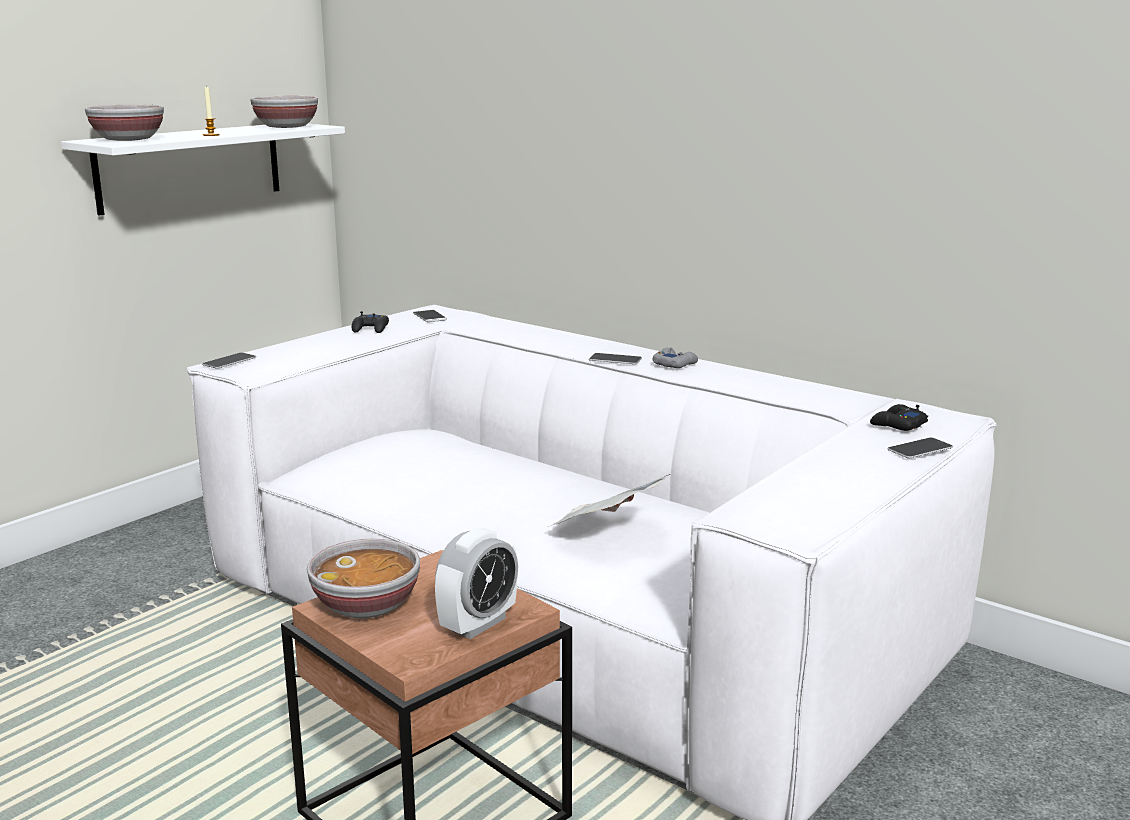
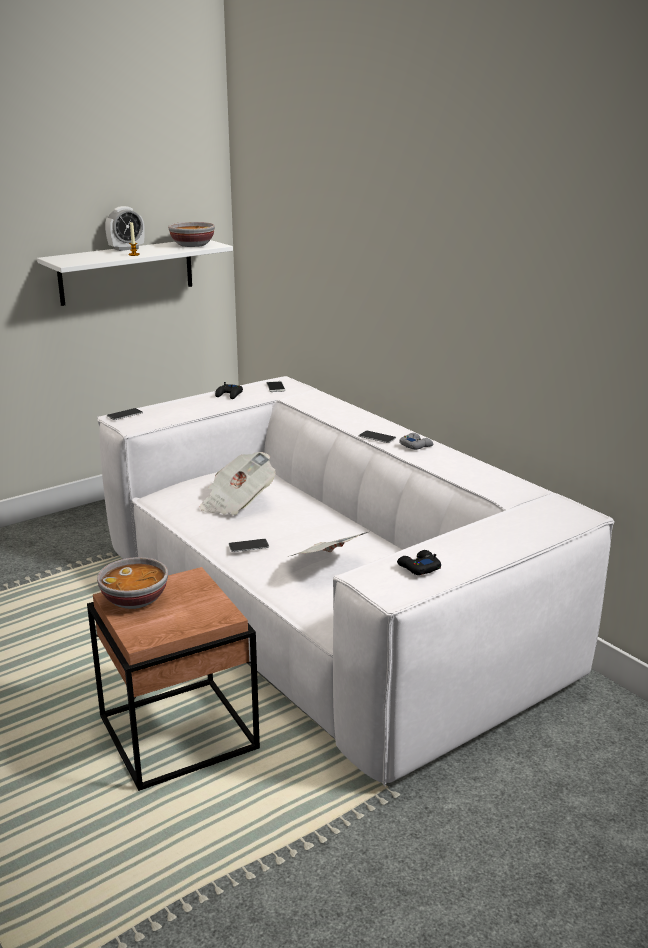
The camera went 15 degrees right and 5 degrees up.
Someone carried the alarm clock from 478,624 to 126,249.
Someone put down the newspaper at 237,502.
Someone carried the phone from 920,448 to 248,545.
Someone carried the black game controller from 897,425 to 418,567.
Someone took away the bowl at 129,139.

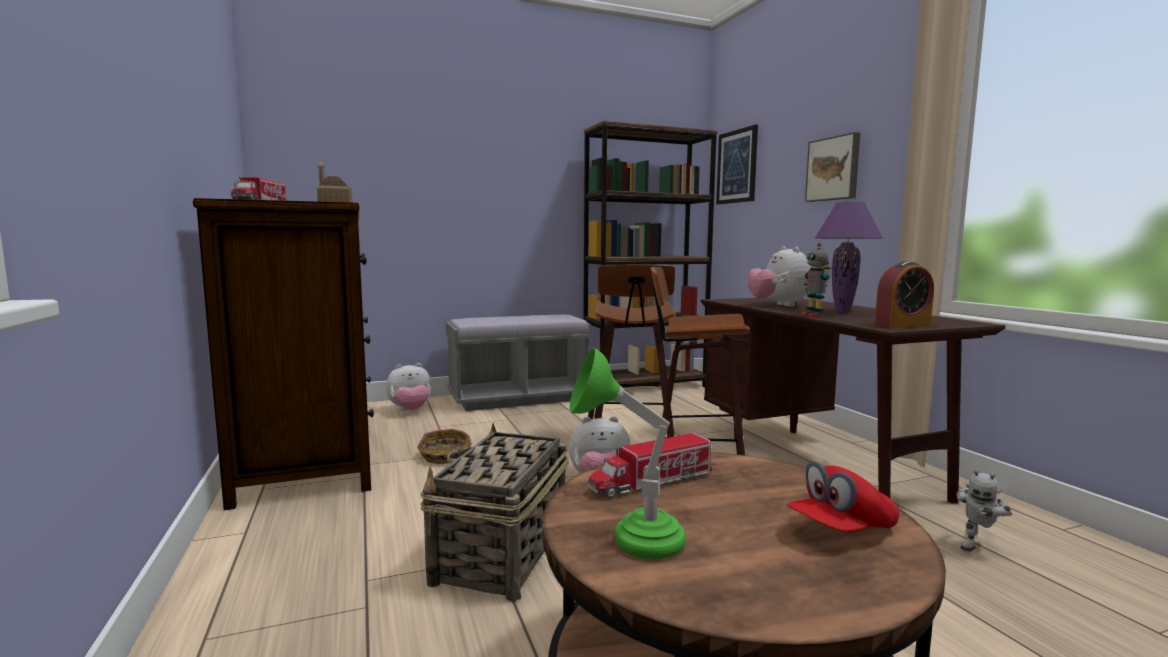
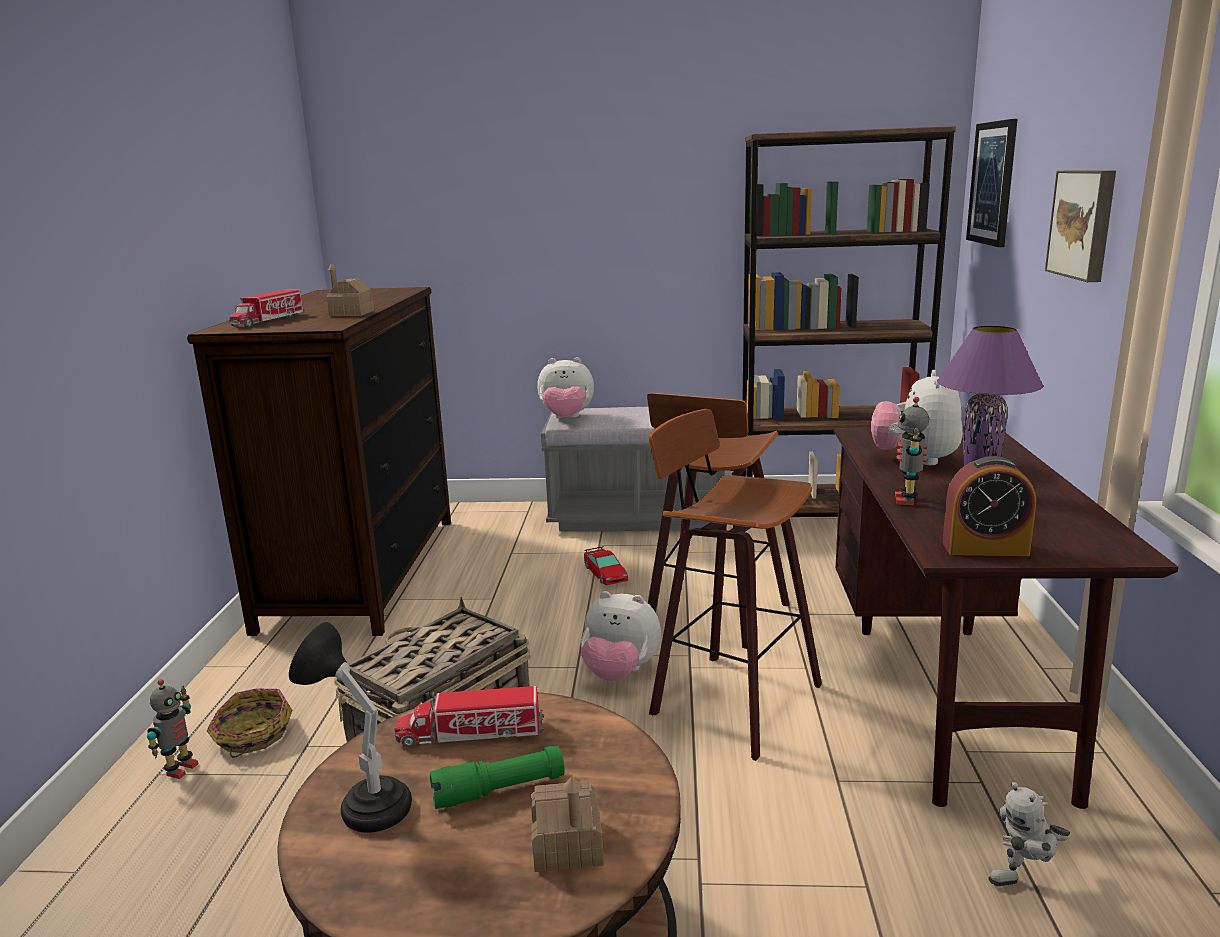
The camera went 25 degrees right and 10 degrees up.
Someone put down the toy robot at 180,769.
Someone carried the basket from 444,457 to 252,735.
Someone repainted the green table lamp at 627,540, which became the black table lamp at 363,802.
Someone put down the green flashlight at 499,790.
Someone swapped the red cap at 841,529 for the toy house at 567,845.
Someone carried the plush toy from 410,411 to 566,419.
Someone put down the toy car at 605,573.

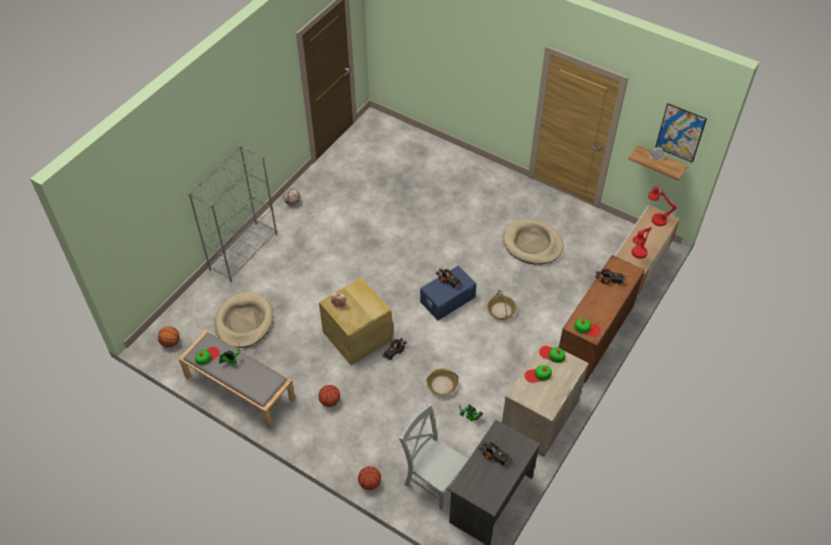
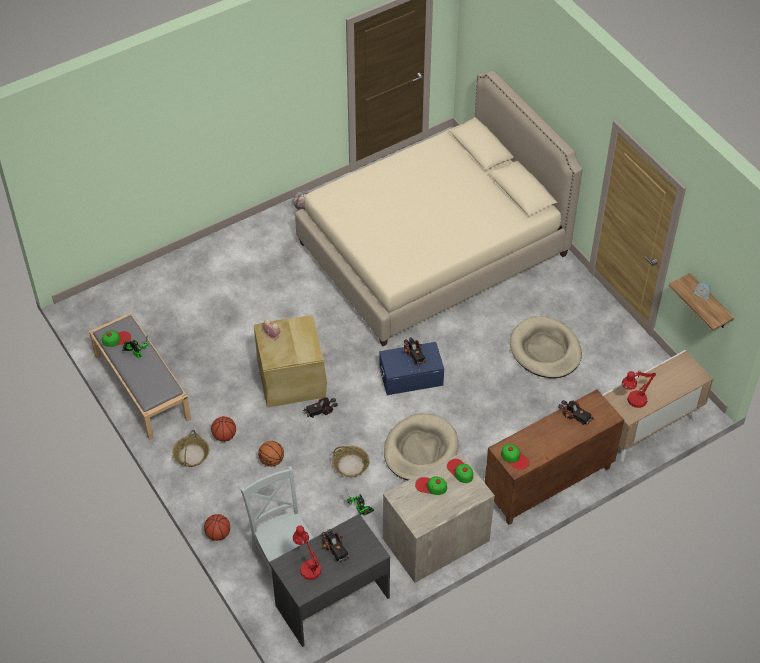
The camera went 25 degrees right and 0 degrees up.
Someone carried the basket from 501,310 to 191,455.
Someone carried the basketball from 170,343 to 271,460.
Someone carried the red table lamp from 655,219 to 308,566.
Someone put down the beige bed at 432,249.
Someone carried the beige dog bed from 244,322 to 420,450.
Someone took away the grey bookcase at 244,251.
Someone took away the picture at 680,133.

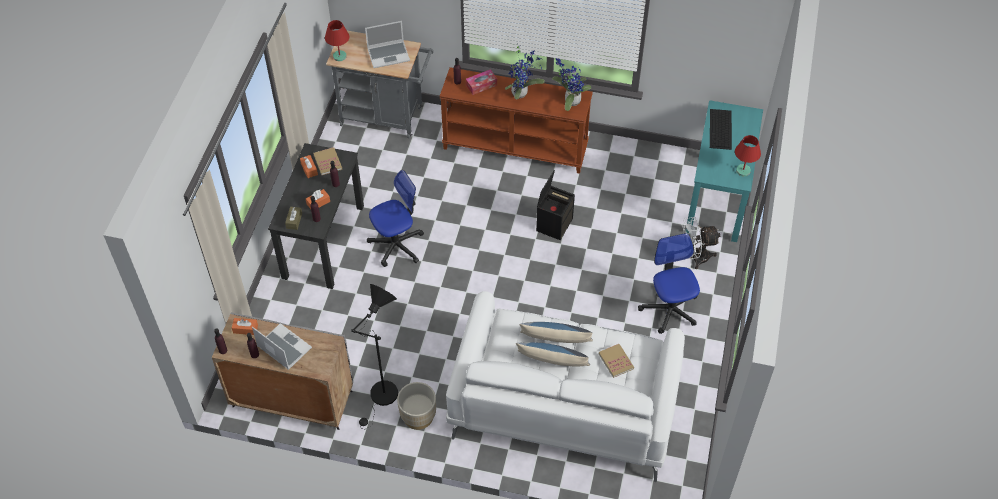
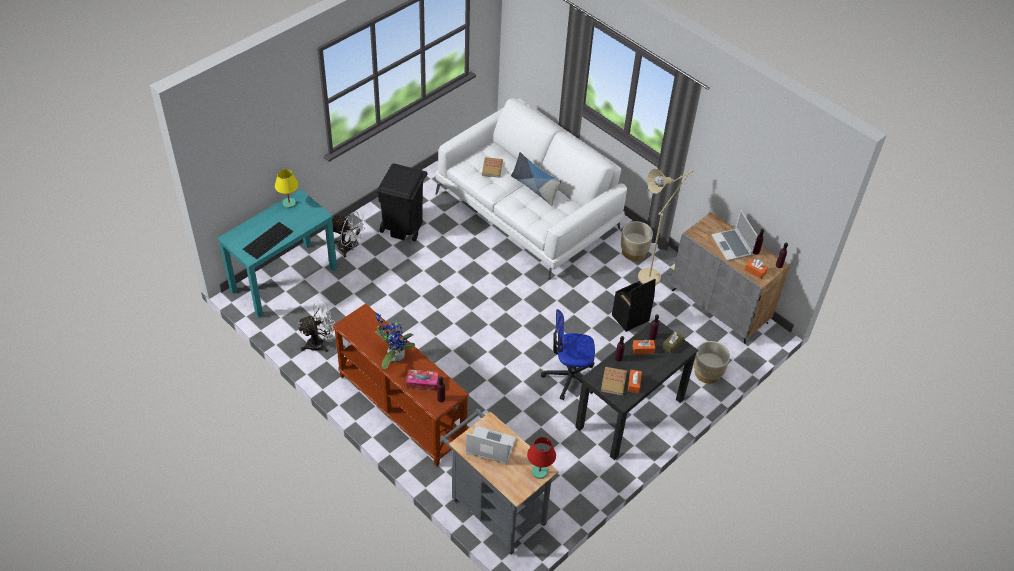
The camera went 150 degrees left and 5 degrees down.
Someone repainted the red table lamp at 743,171, which became the yellow table lamp at 289,203.
Someone put down the white fan at 320,343.
Someone swapped the office chair at 669,309 for the black trash can at 403,227.
Someone carried the black storage box from 554,224 to 630,318.
Someone repainted the black floor lamp at 382,398, which became the beige floor lamp at 652,275.
Someone put down the beige planter at 707,373.
Someone took away the pillow at 555,341.
Someone took away the potted plant at 570,100.

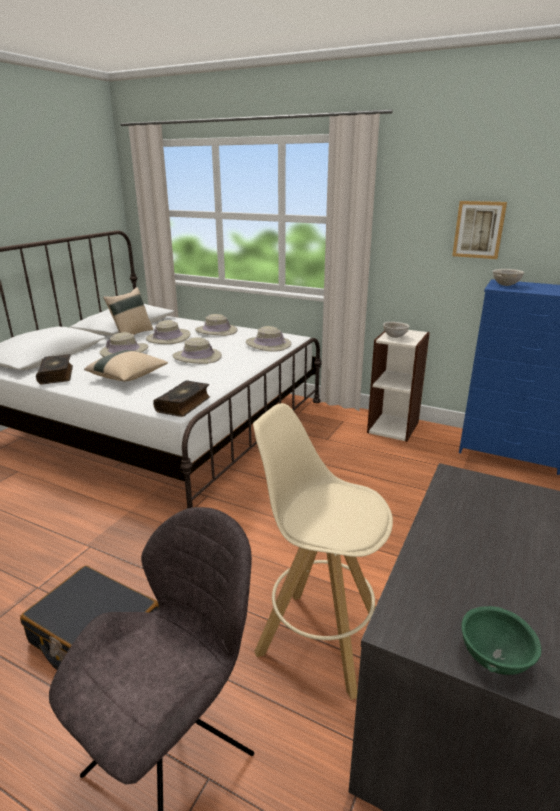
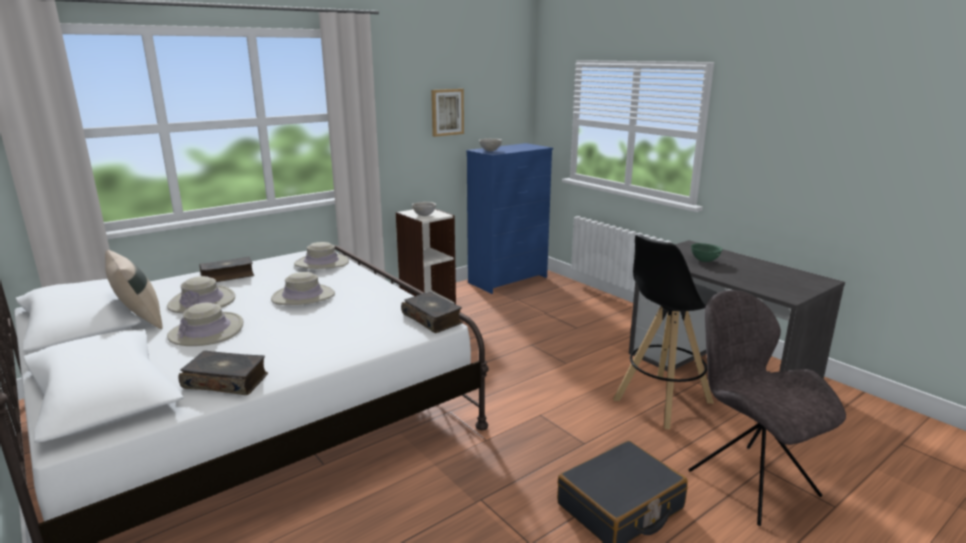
The camera went 65 degrees left and 5 degrees down.
Someone swapped the beige hat at 216,331 for the book at 228,276.
Someone repainted the beige stool at 319,639, which became the black stool at 661,401.
Someone carried the green bowl from 495,660 to 704,261.
Someone took away the beige pillow at 128,377.

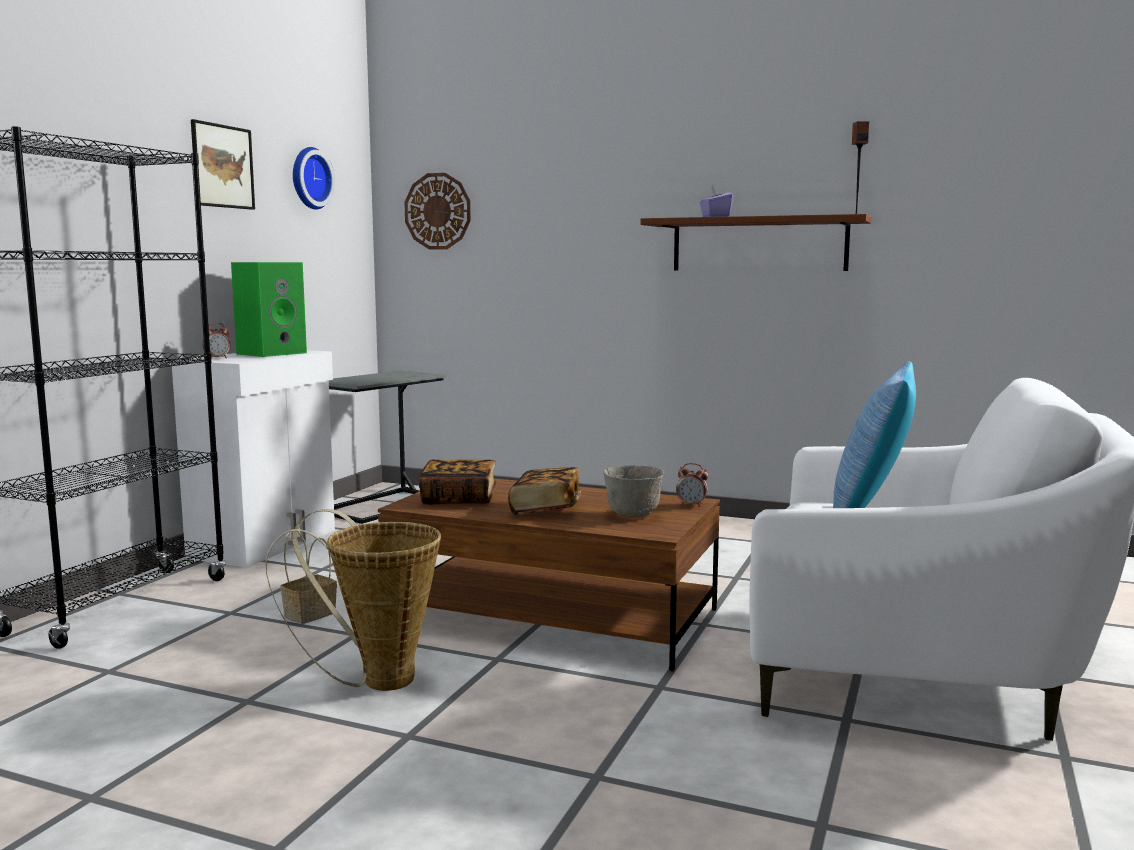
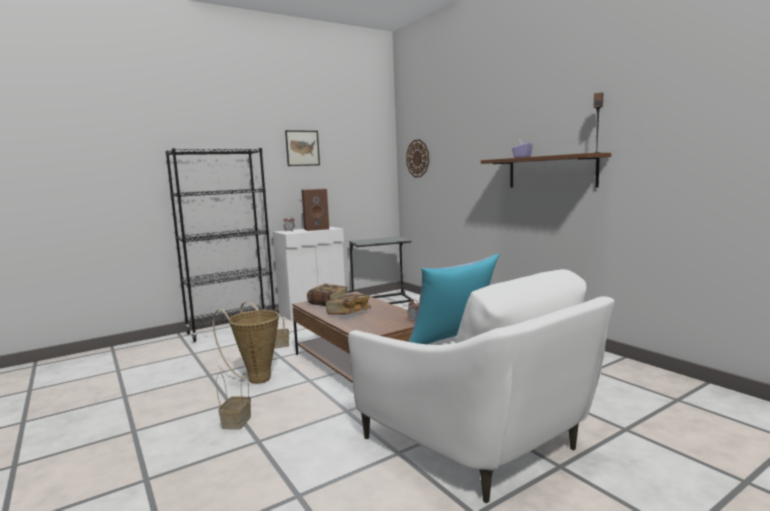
The camera went 35 degrees right and 0 degrees up.
Someone put down the basket at 236,421.
Someone repainted the green speaker at 272,353, which became the brown speaker at 317,229.
Someone took away the wall clock at 308,178.
Someone took away the grey bowl at 634,515.

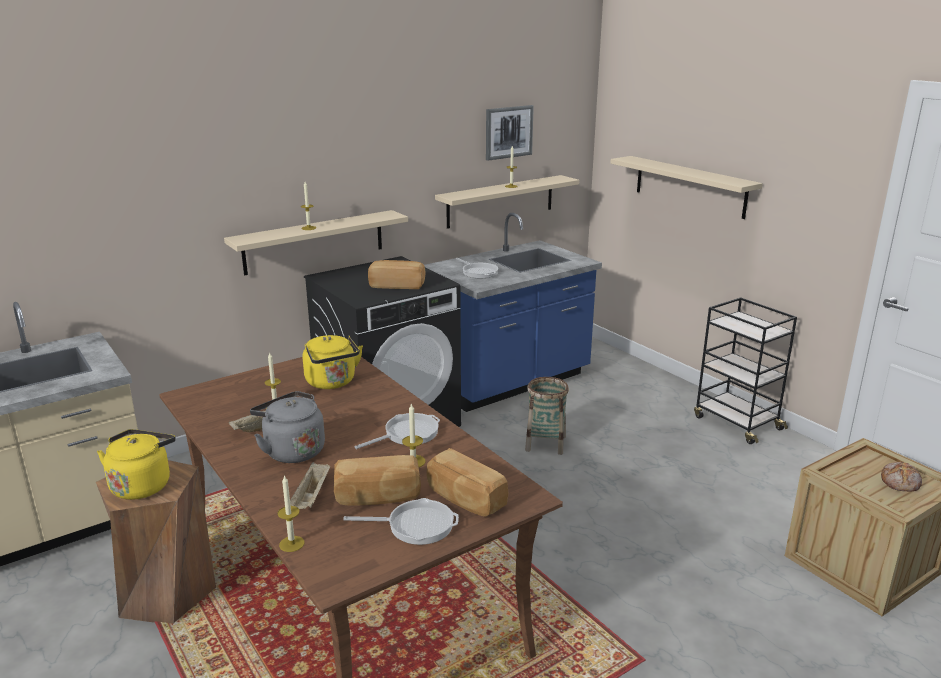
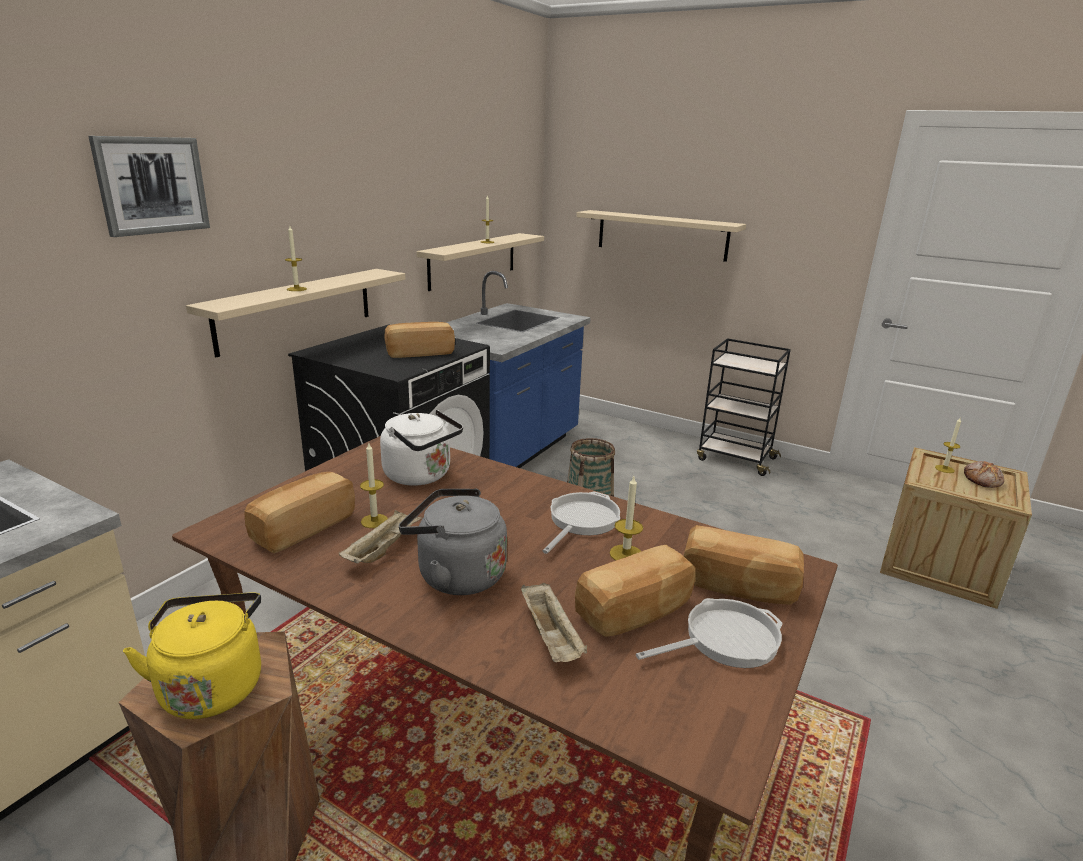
The camera went 25 degrees left and 0 degrees up.
Someone carried the picture from 508,132 to 152,185.
Someone put down the bread at 302,527.
Someone repainted the yellow kettle at 332,383, which became the white kettle at 421,476.
Someone carried the candle from 291,544 to 944,469.
Someone took away the frying pan at 478,272.

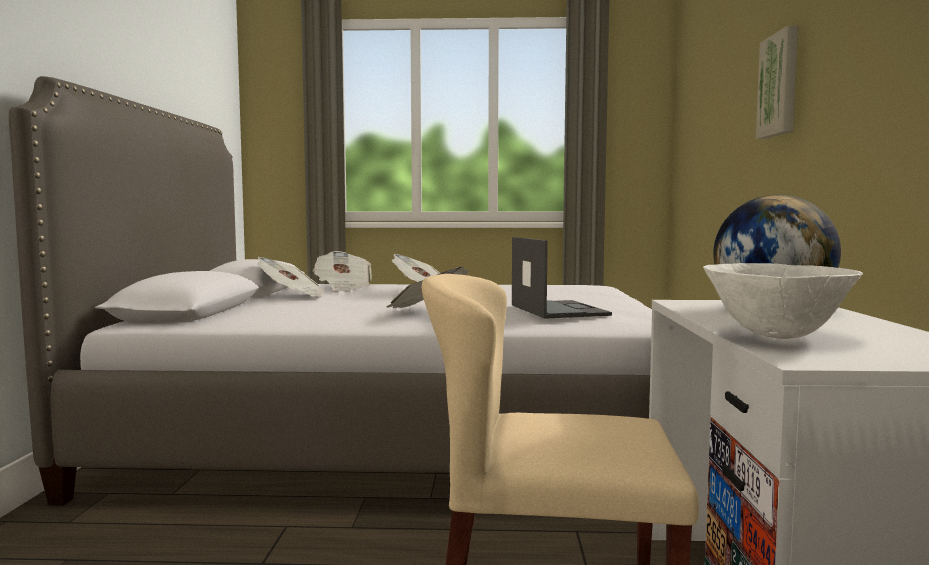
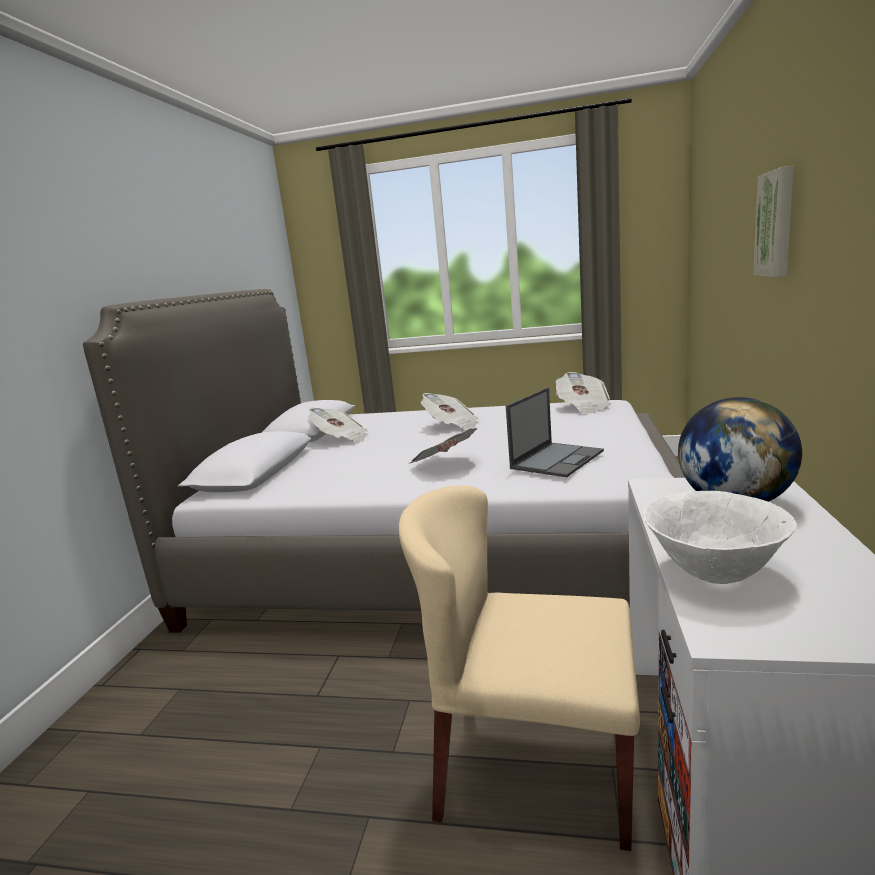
The camera went 10 degrees right and 10 degrees up.
Someone rotated the laptop at 557,310 by 45 degrees clockwise.
Someone carried the newspaper from 343,288 to 583,407.

